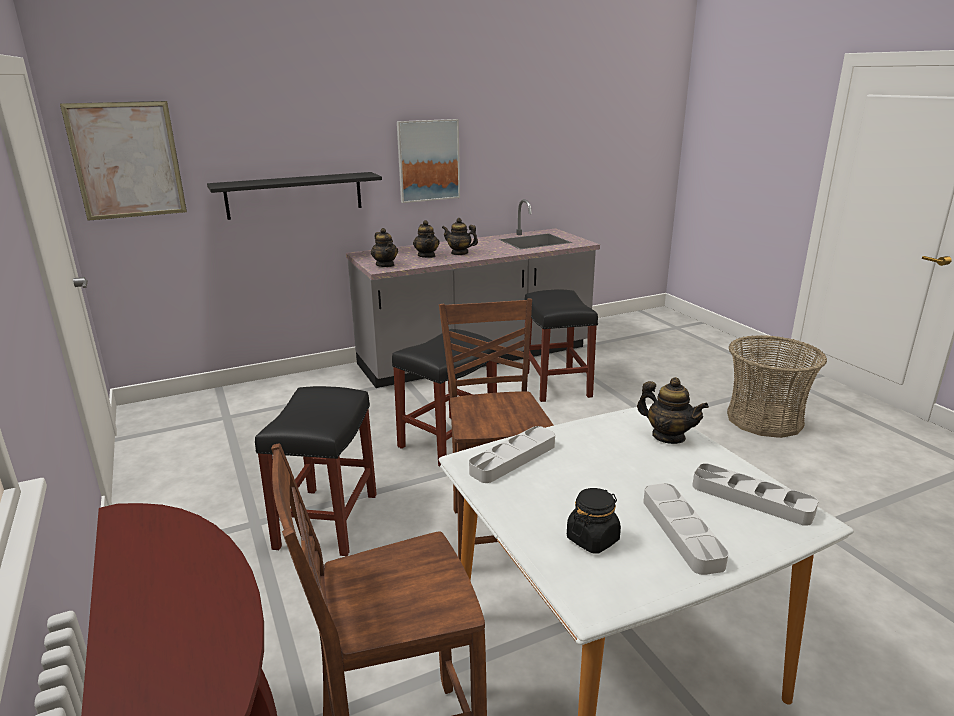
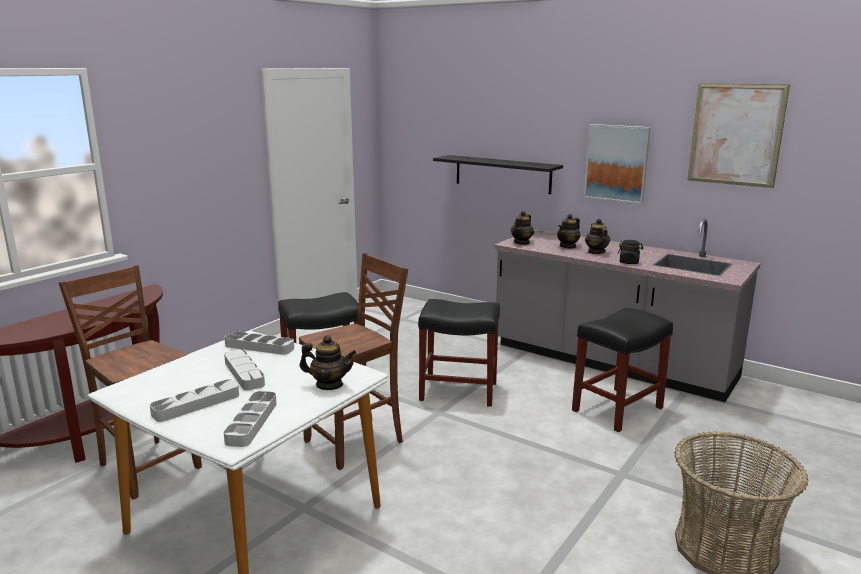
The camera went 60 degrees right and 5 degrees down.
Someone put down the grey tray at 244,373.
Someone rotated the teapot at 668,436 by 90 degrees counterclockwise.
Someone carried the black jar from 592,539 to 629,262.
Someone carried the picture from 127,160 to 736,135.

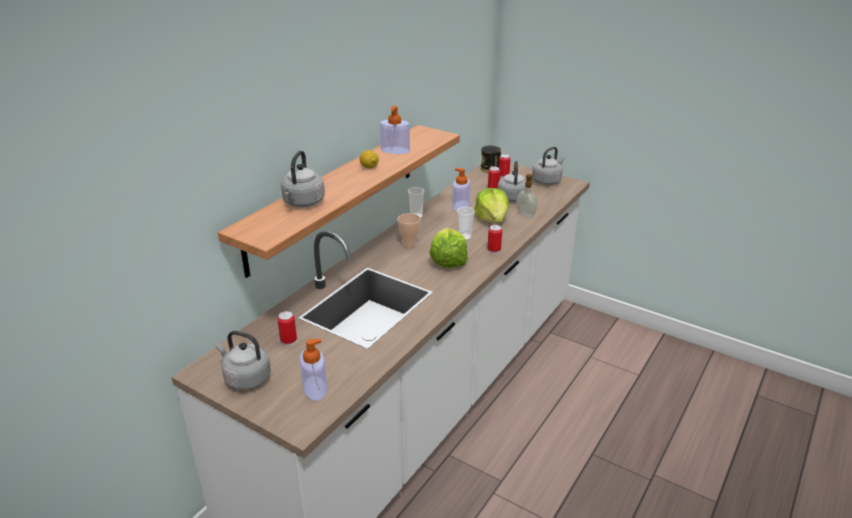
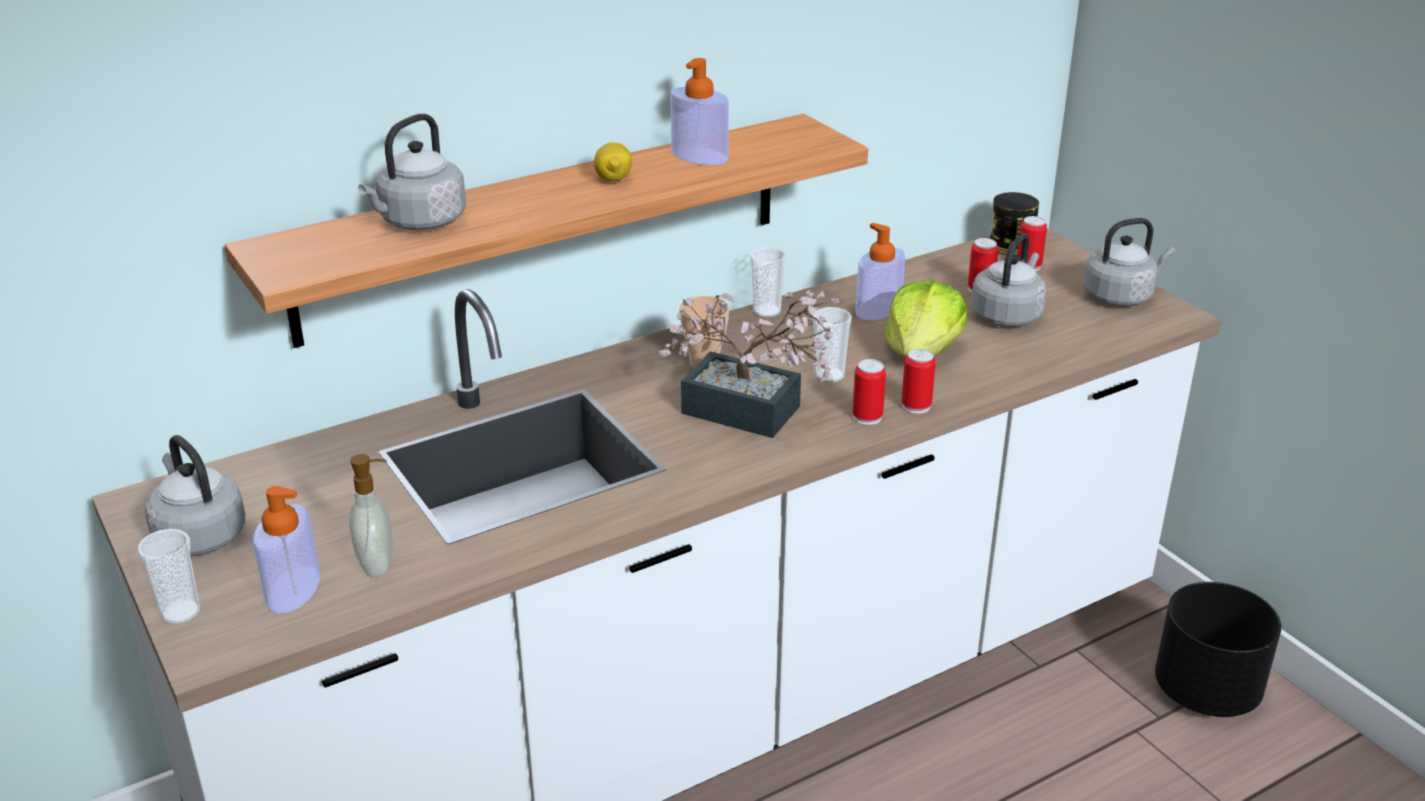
The camera went 25 degrees right and 0 degrees up.
Someone put down the cup at 181,612.
Someone carried the soap dispenser from 526,215 to 378,564.
Someone swapped the lettuce at 448,260 for the potted plant at 753,414.
Someone carried the can from 288,341 to 916,406.
Someone put down the black planter at 1206,692.

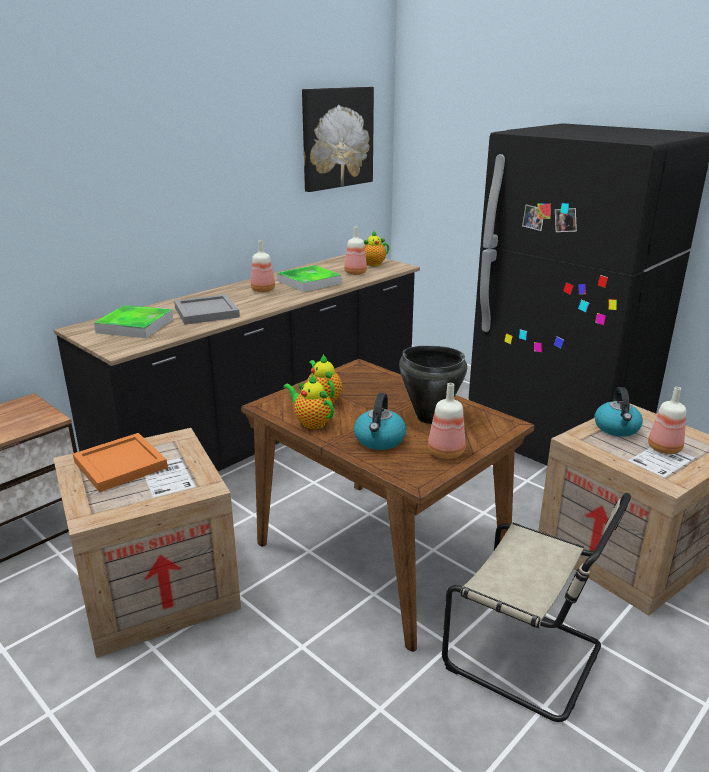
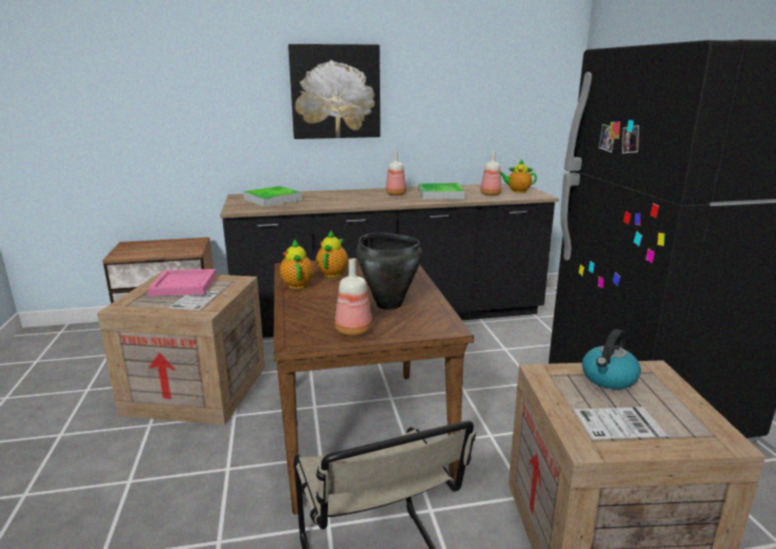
The camera went 35 degrees right and 5 degrees down.
Someone repainted the orange tray at 122,465, which became the pink tray at 184,285.
Someone carried the picture from 337,138 to 335,92.
Someone took away the grey tray at 205,312.
Someone took away the kettle at 379,440.
Someone took away the bottle at 665,449.

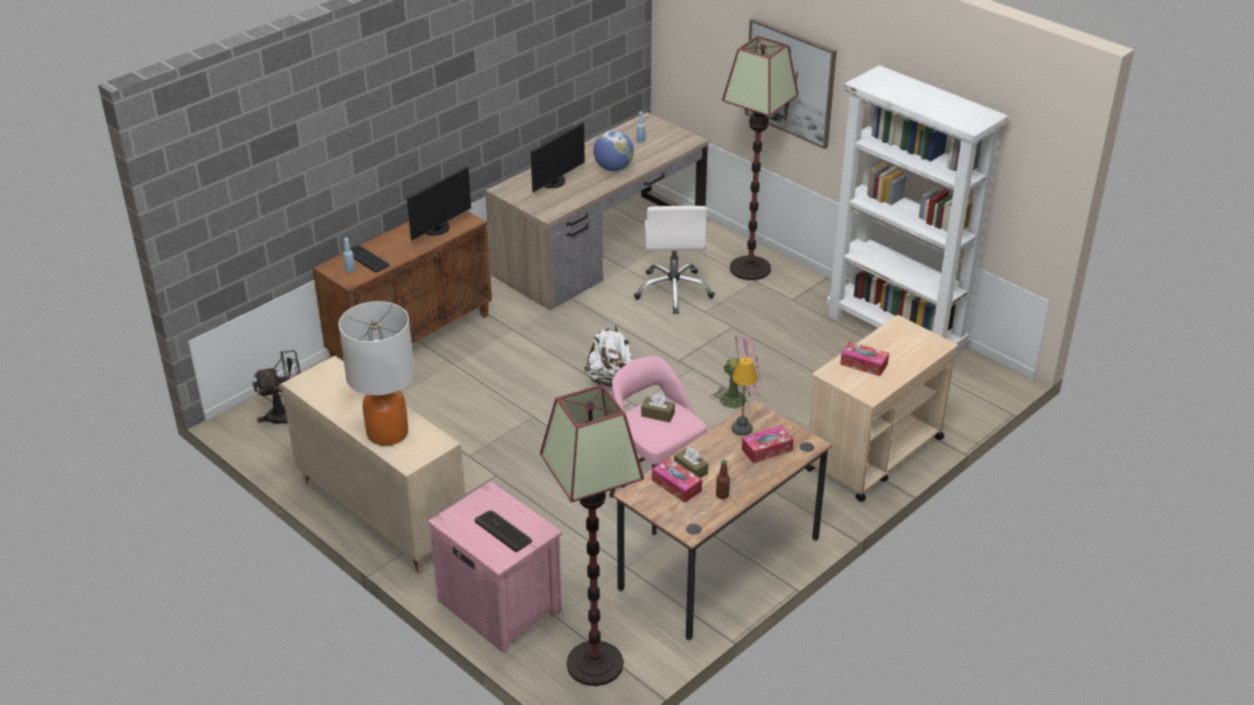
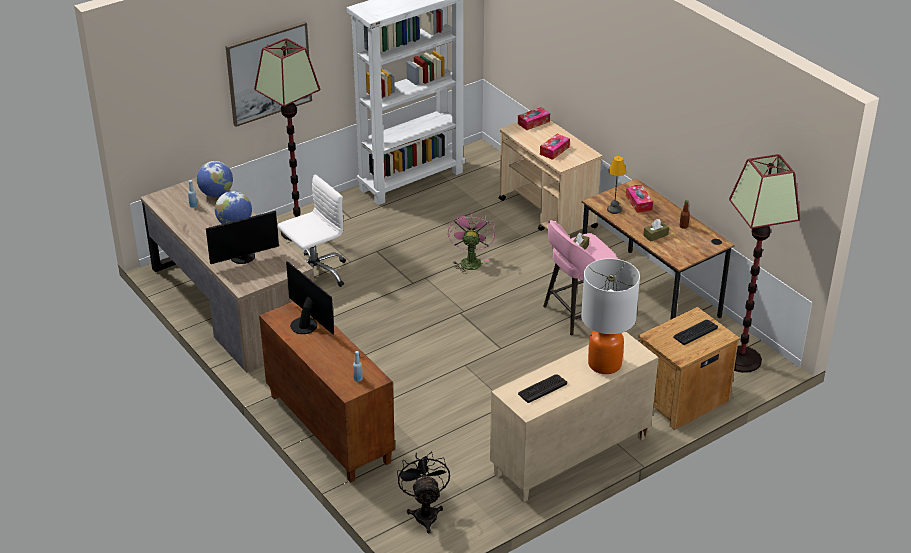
The camera went 80 degrees left and 0 degrees up.
Someone put down the globe at 216,194.
Someone rotated the monitor at 554,182 by 105 degrees clockwise.
Someone rotated the white office chair at 674,291 by 45 degrees counterclockwise.
Someone carried the tissue box from 676,485 to 533,122.
Someone carried the keyboard from 367,259 to 542,388.
Someone repainted the pink nightstand at 499,604, which became the brown nightstand at 680,399.
Someone took away the white backpack at 610,381.

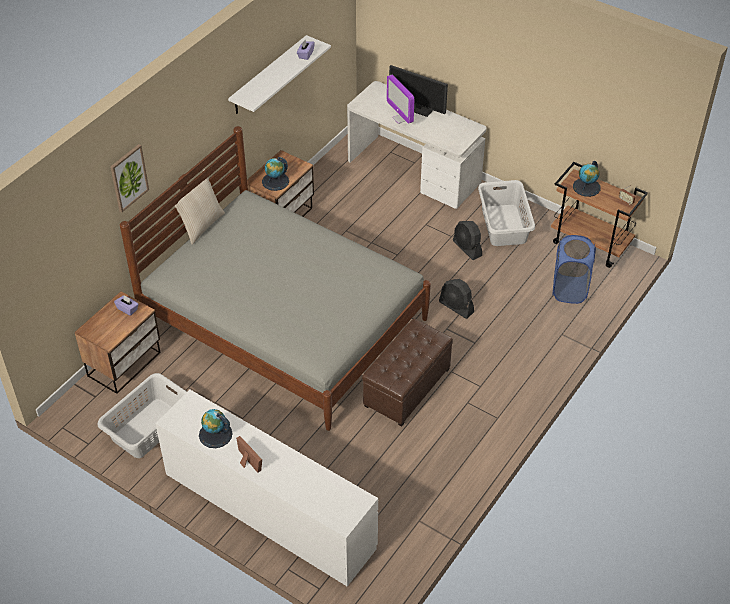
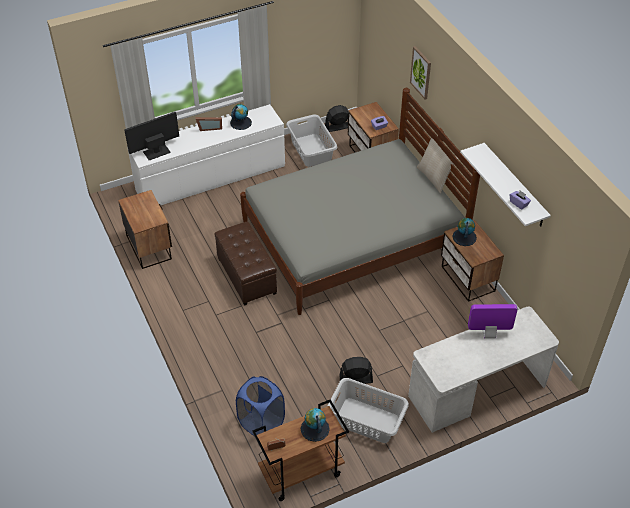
The camera went 120 degrees right and 0 degrees up.
Someone put down the nightstand at 149,246.
Someone carried the monitor from 419,108 to 156,152.
Someone carried the black fan from 456,307 to 337,127.

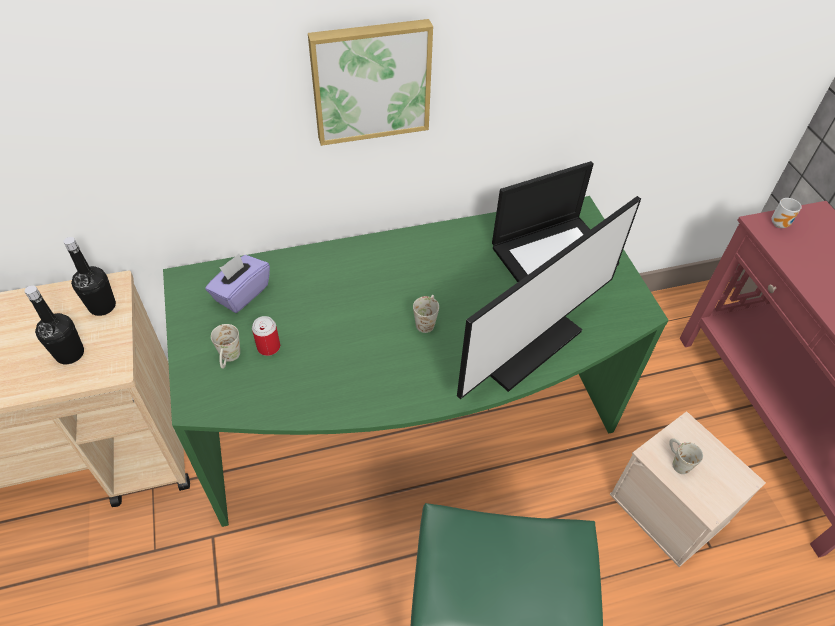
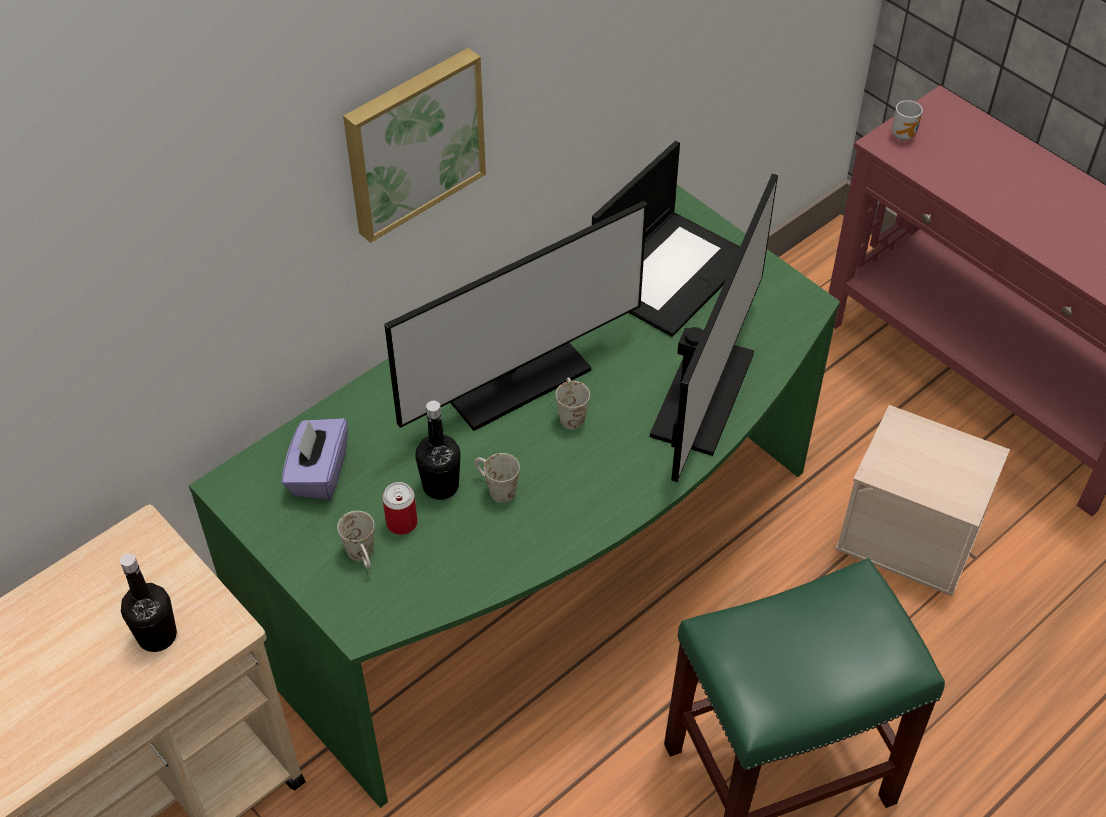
The camera went 25 degrees left and 0 degrees up.
Someone put down the monitor at 515,379.
Someone carried the black bottle from 102,306 to 440,486.
Someone carried the white mug from 677,461 to 495,488.

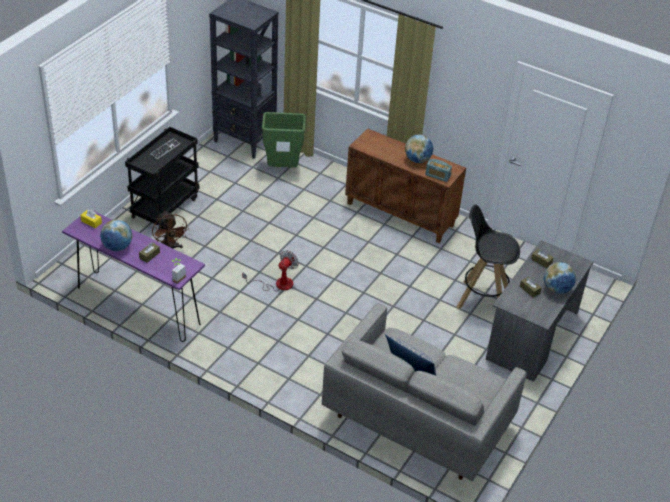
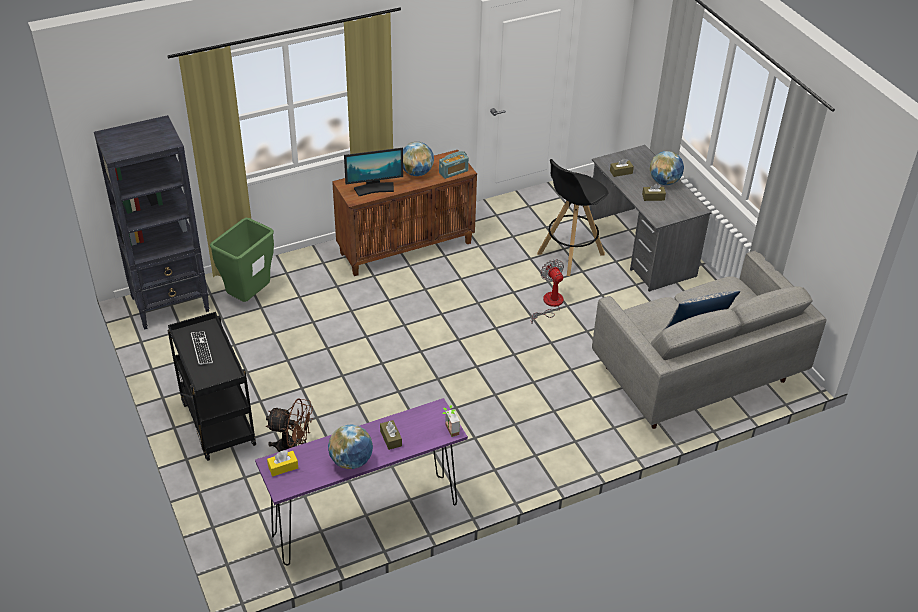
The camera went 55 degrees left and 0 degrees up.
Someone put down the monitor at 374,188.
Someone carried the fan from 277,284 to 549,304.

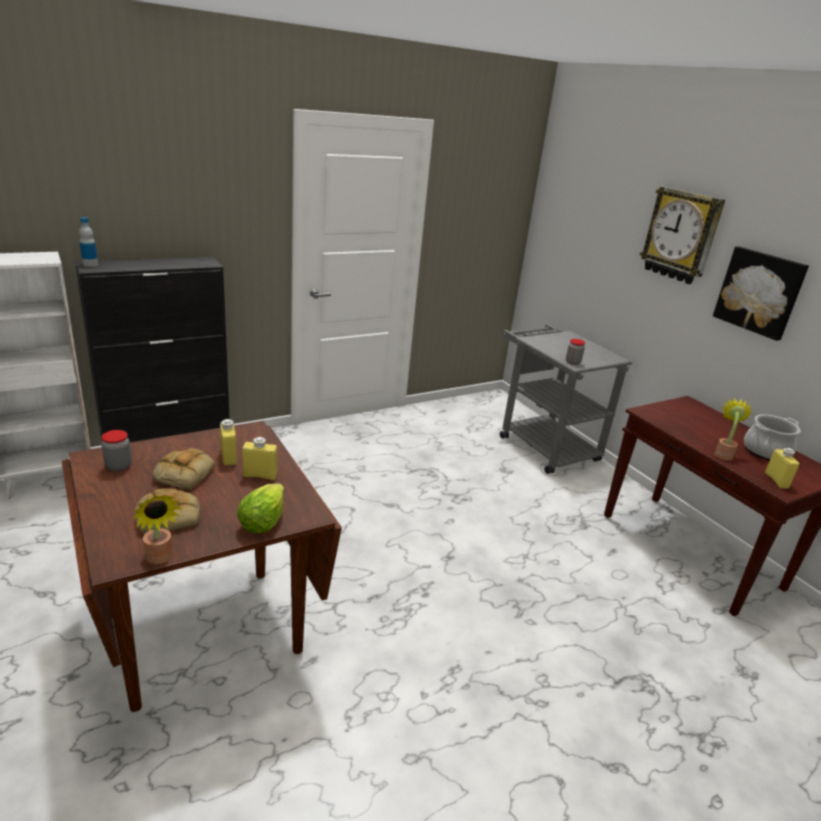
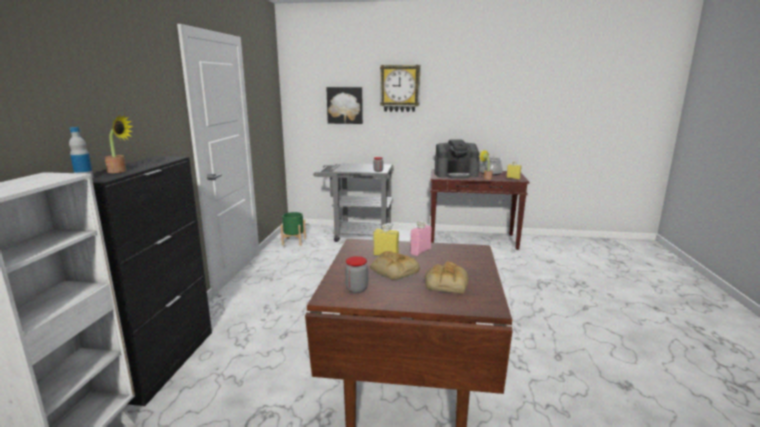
The camera went 50 degrees left and 10 degrees down.
Someone carried the potted plant from 160,559 to 120,171.
Someone put down the green planter at 294,242.
Someone carried the picture from 760,292 to 345,105.
Someone repainted the yellow bottle at 260,475, which became the pink bottle at 420,251.
Someone put down the coffee machine at 456,174.
Someone took away the lettuce at 262,522.

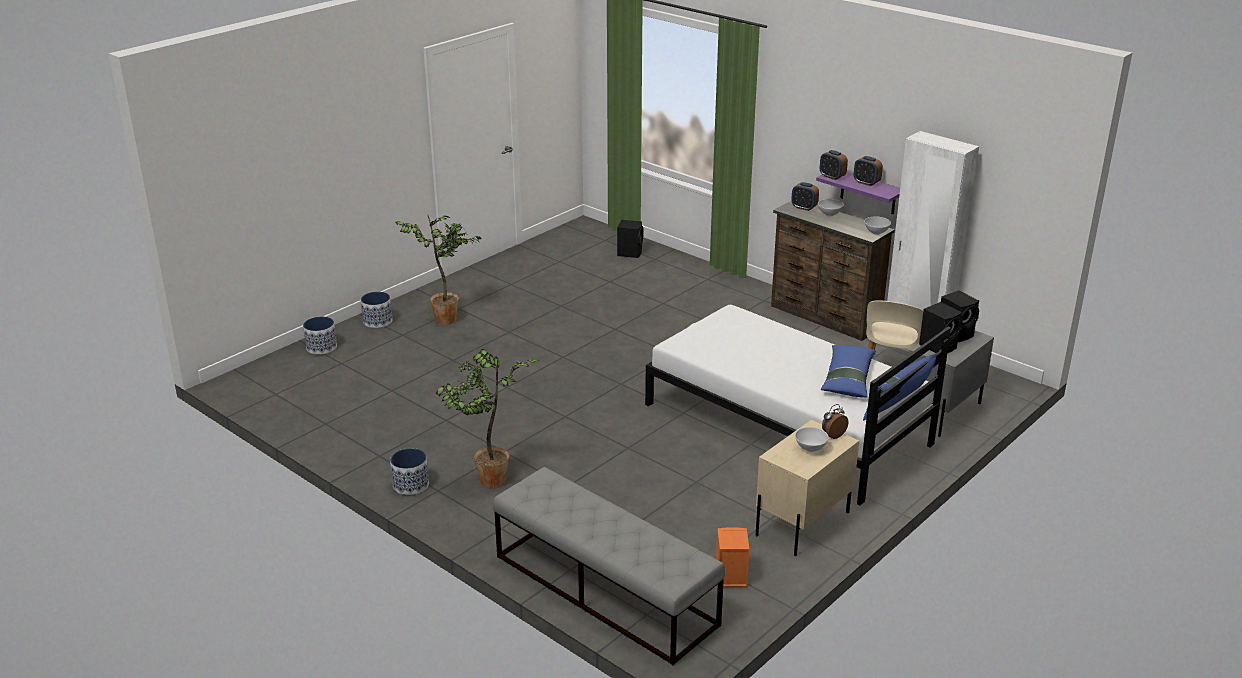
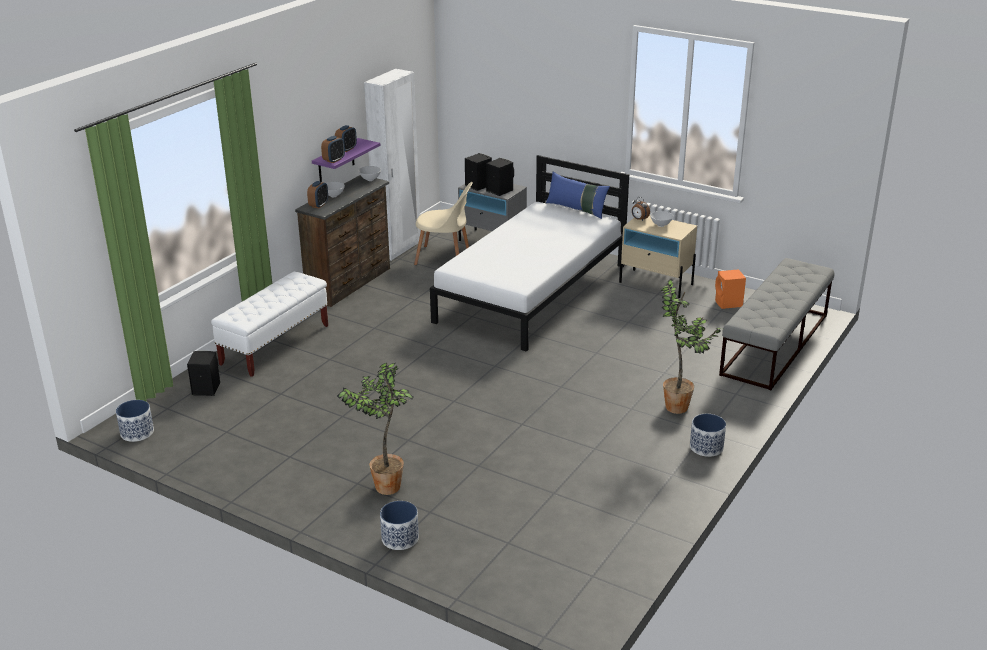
The camera went 100 degrees left and 0 degrees up.
Someone carried the planter from 321,347 to 137,433.
Someone put down the white bench at 275,345.
Someone took away the blue pillow at 848,378.

